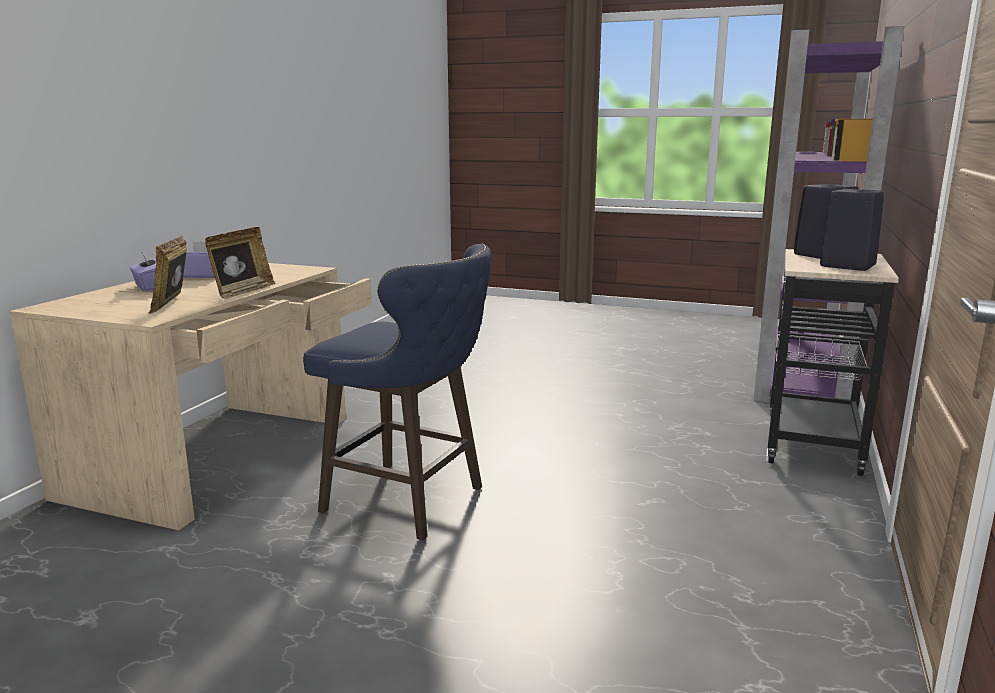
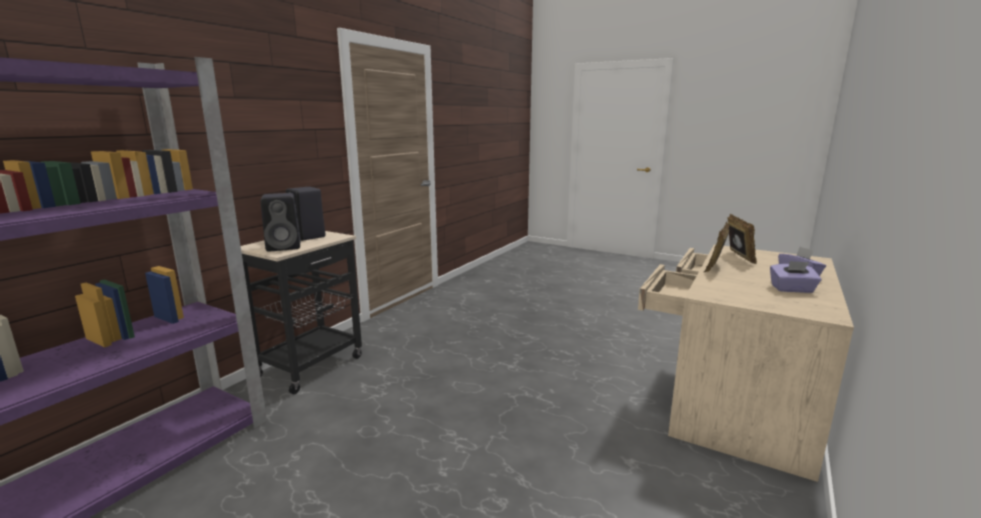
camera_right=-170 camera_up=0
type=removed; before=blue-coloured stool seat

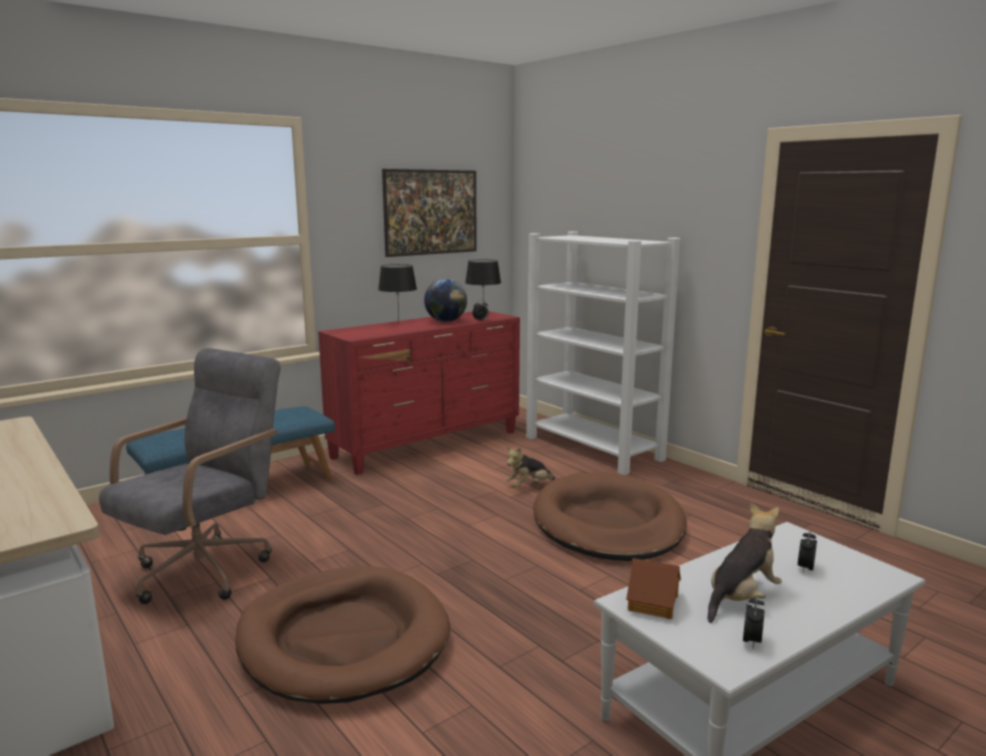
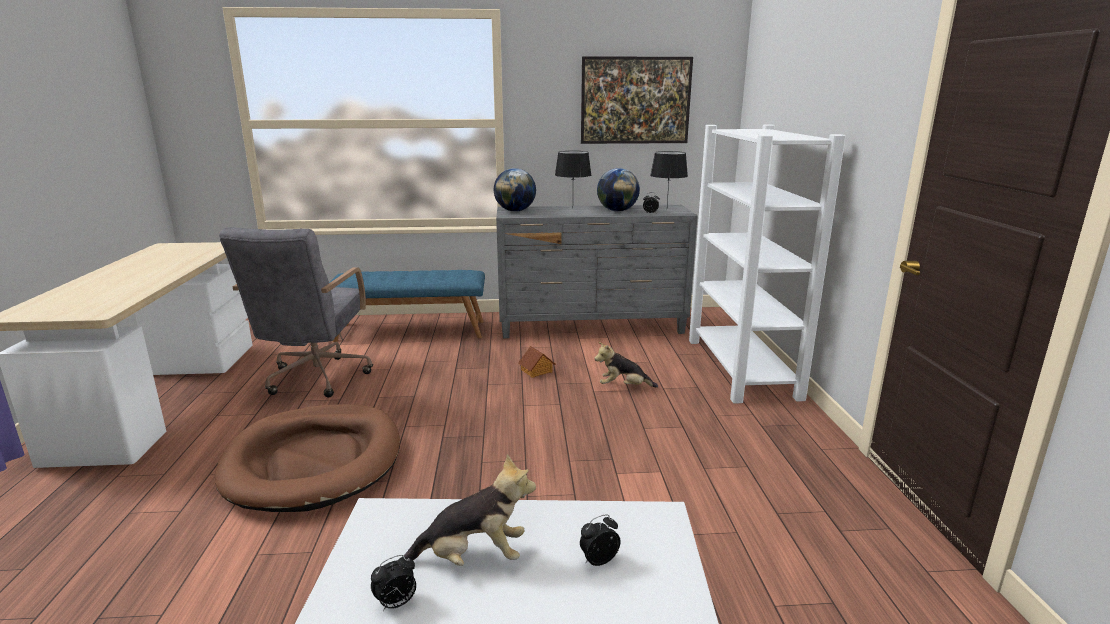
camera_right=35 camera_up=5
type=recoloured; before=red-coloured drawer chest; after=greyish drawer chest
type=turned; before=greyish desk chair; turn=120
type=removed; before=brown-coloured pet bed (2nd from left)
type=moved; before=toy house
type=added; after=desk globe (1st from left)

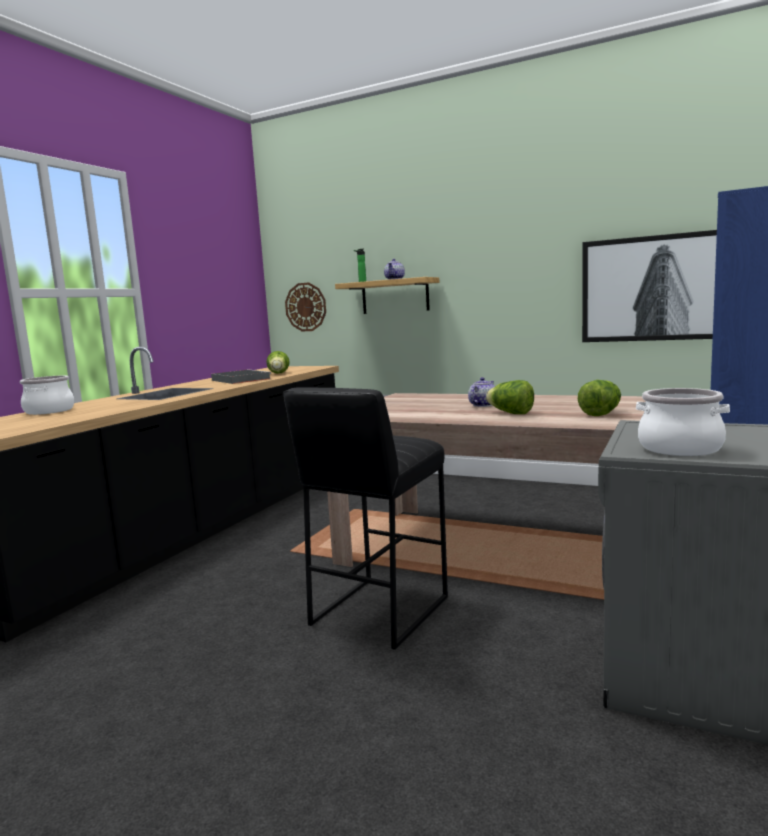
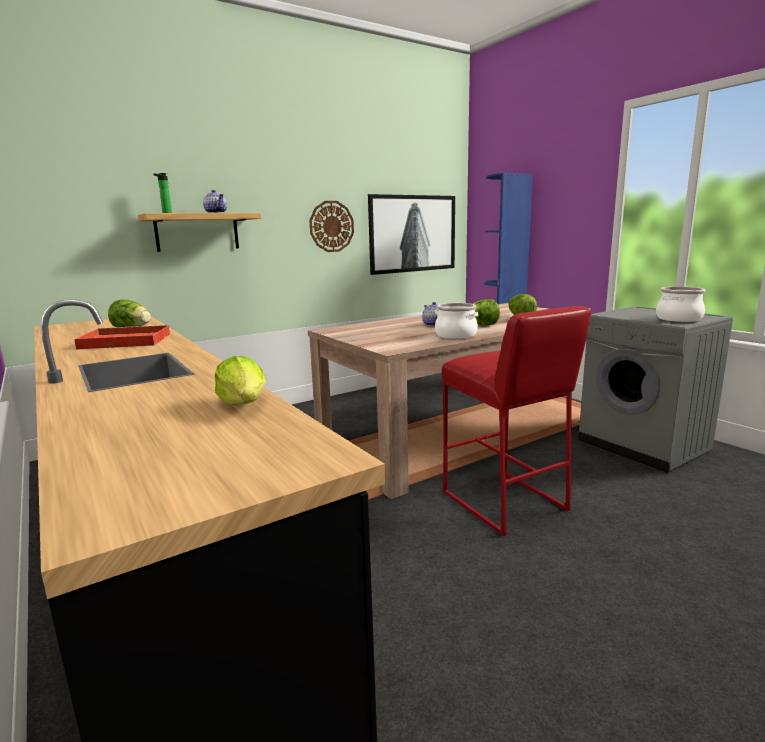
camera_right=-60 camera_up=5
type=moved; before=clock on the wall
type=recoloured; before=greyish tray; after=red-coloured tray
type=moved; before=saucepot (1st from left)
type=recoloured; before=black-coloured stool seat; after=red-coloured stool seat
type=added; after=head of lettuce (2nd from left)

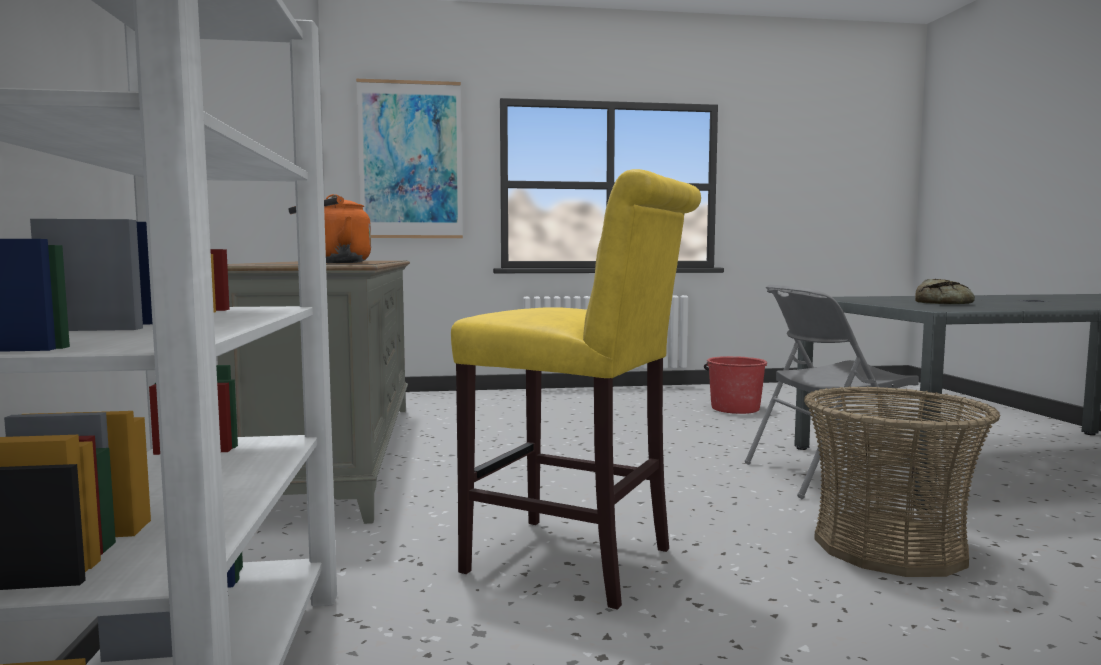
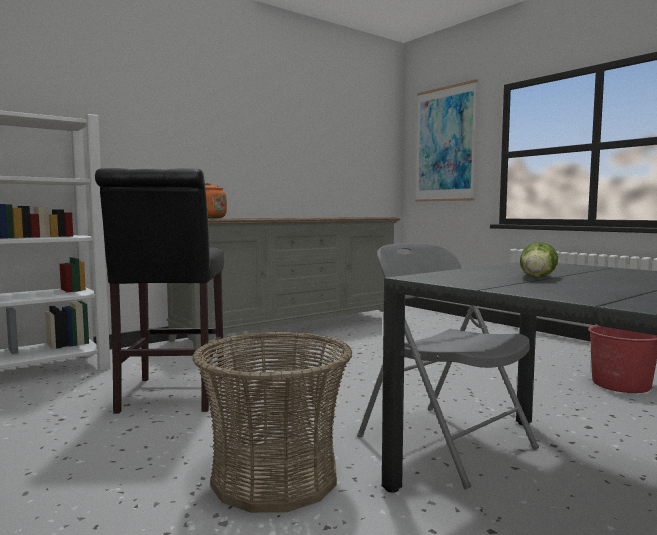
camera_right=60 camera_up=0
type=recoloured; before=yellowish stool seat; after=black-coloured stool seat
type=replaced; before=bakery bread; after=head of lettuce

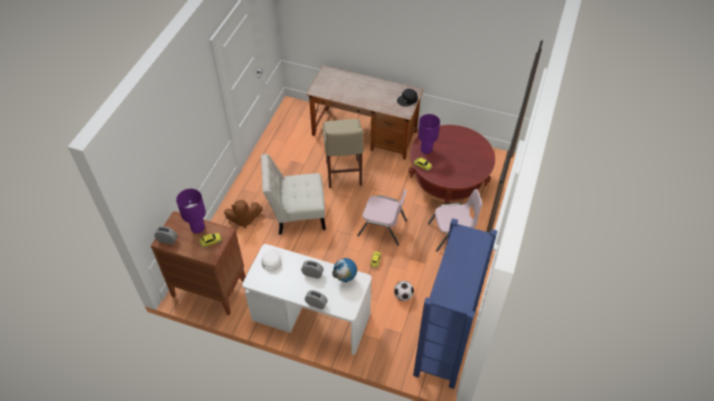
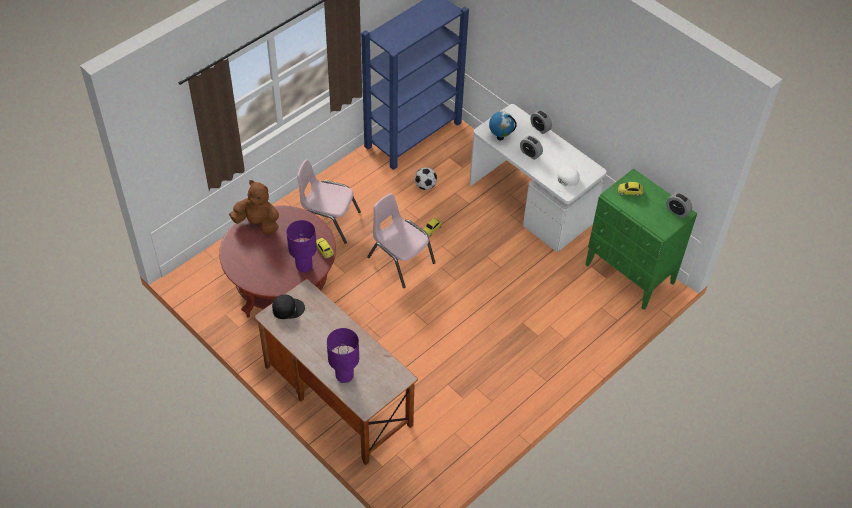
camera_right=-155 camera_up=0
type=removed; before=beige stool seat
type=removed; before=white-coloured upright chair
type=moved; before=purple-coloured tabletop lamp (1st from left in the first image); after=purple-coloured tabletop lamp (2nd from left)
type=moved; before=brown-coloured plush toy
type=recoloured; before=brown-coloured drawer chest; after=greenish drawer chest

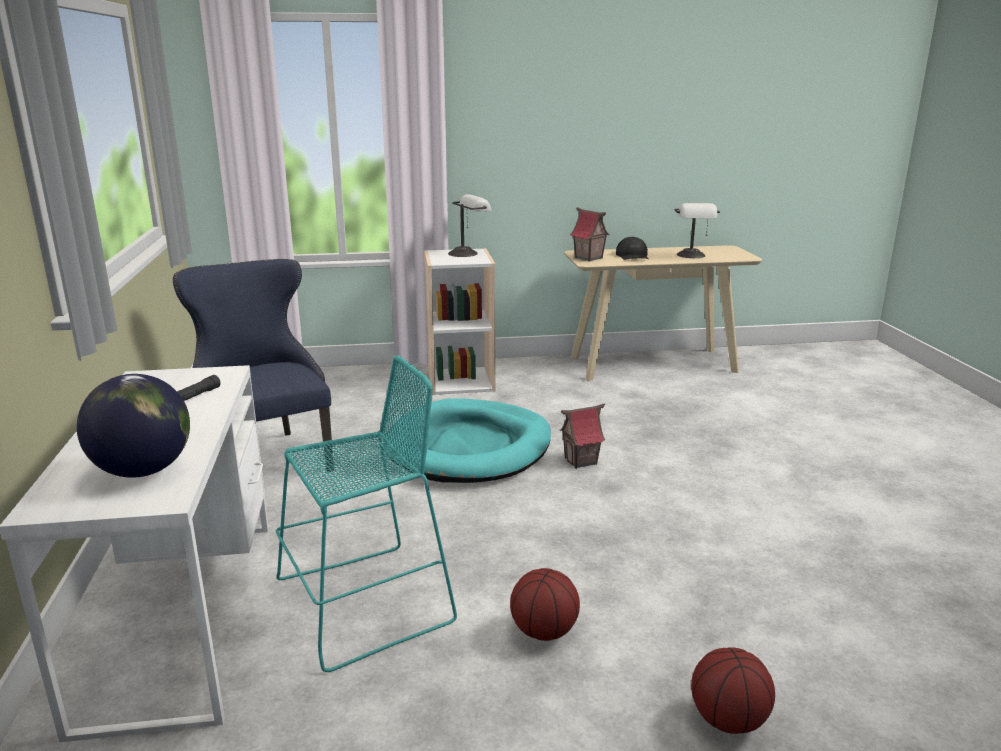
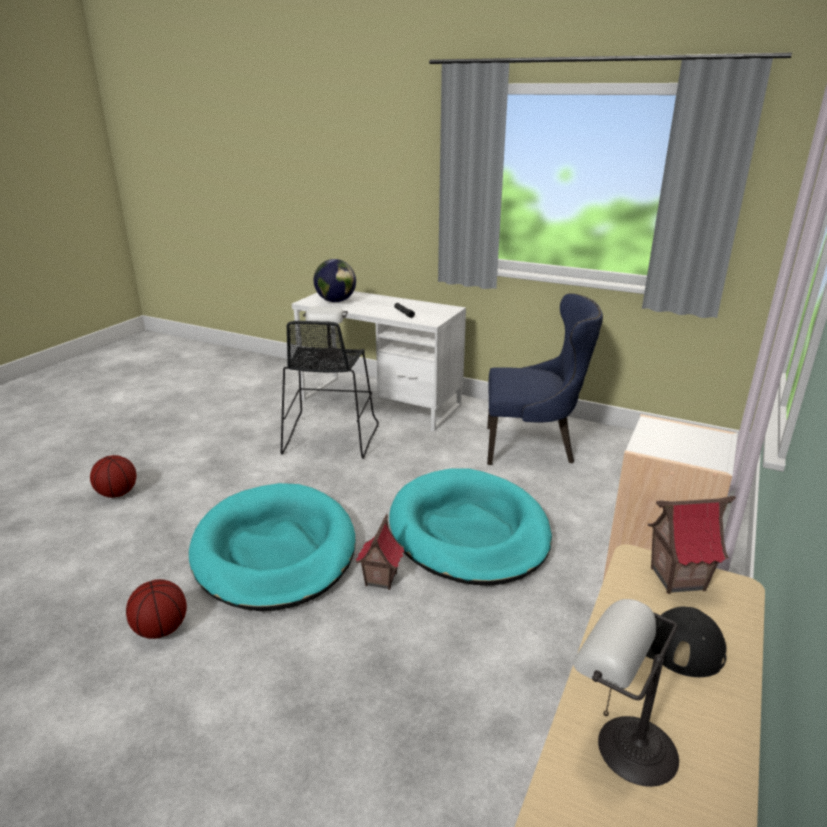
camera_right=125 camera_up=5
type=moved; before=tabletop lamp (1st from left)
type=recoloured; before=turquoise stool seat; after=black-coloured stool seat
type=moved; before=basketball (1st from left in the first image); after=basketball (2nd from left)
type=added; after=turquoise pet bed (1st from left)

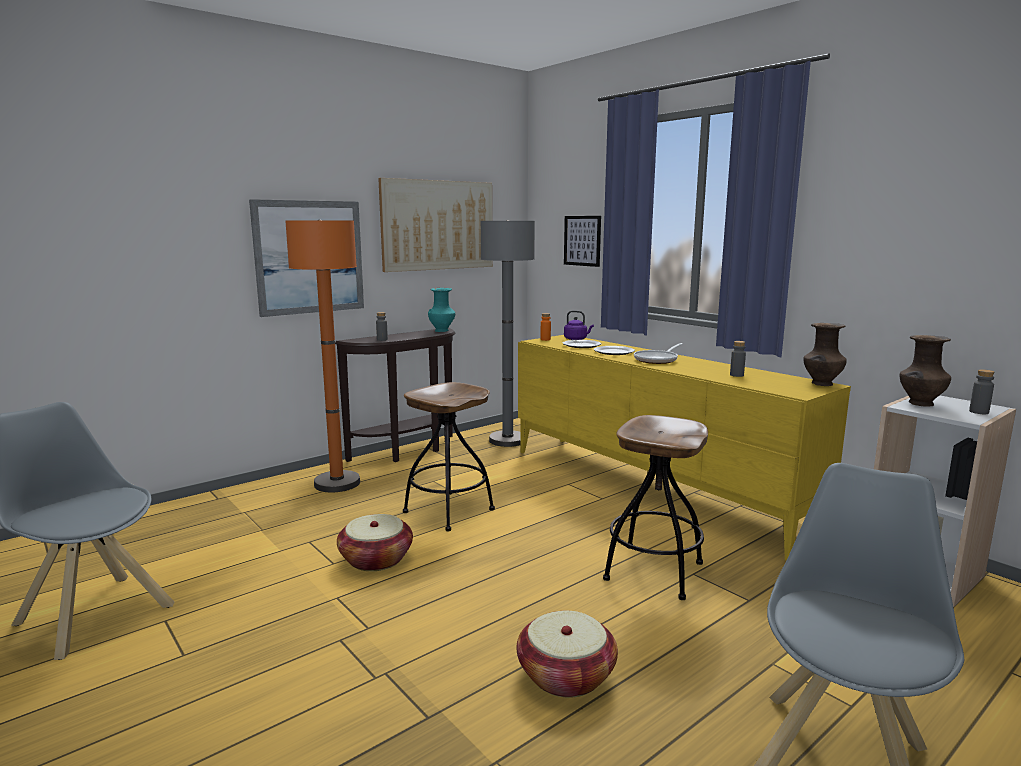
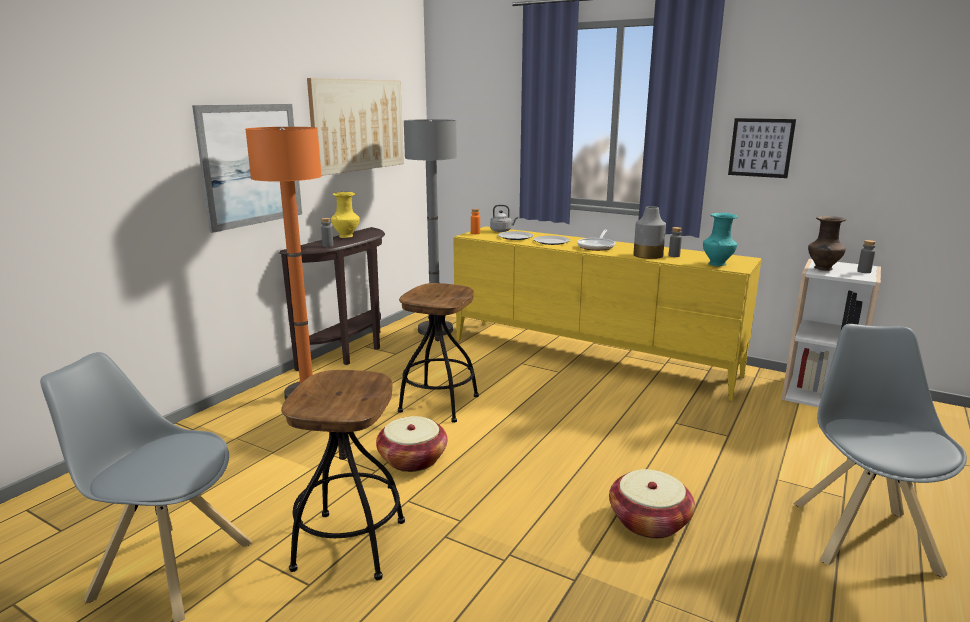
camera_right=-20 camera_up=5
type=moved; before=wall art (3rd from left)
type=moved; before=turquoise vase
type=recoloured; before=purple-coloured tea kettle; after=greyish tea kettle
type=removed; before=brown-coloured vase (1st from left)
type=moved; before=brown-coloured stool seat (2nd from left in the first image); after=brown-coloured stool seat (1st from left)
type=added; after=yellowish vase
type=added; after=greyish vase

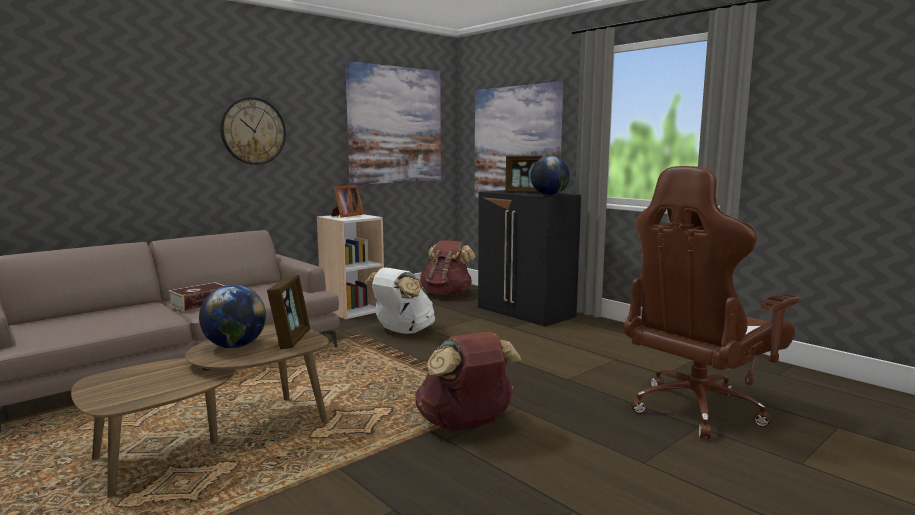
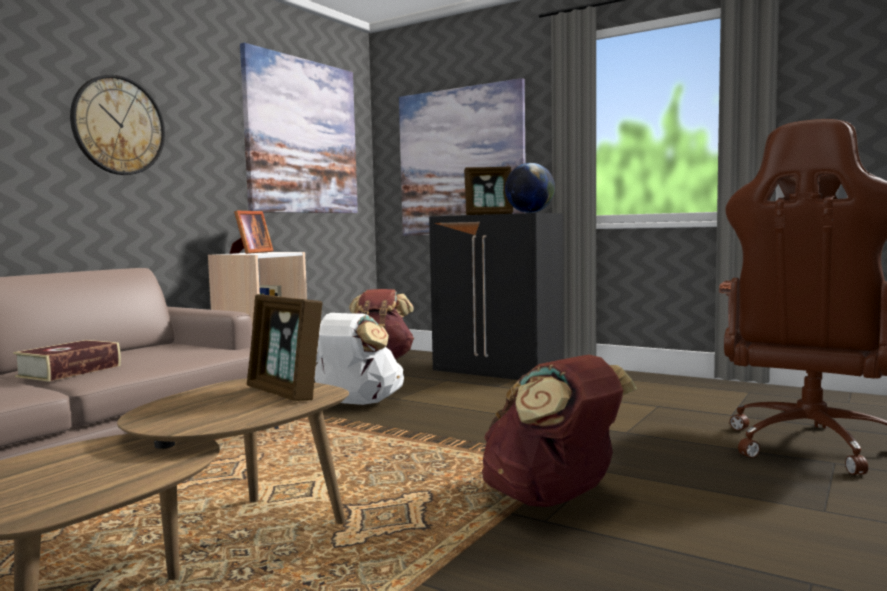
camera_right=-15 camera_up=-5
type=turned; before=picture frame (1st from left in the first image); turn=150
type=removed; before=desk globe (1st from left)

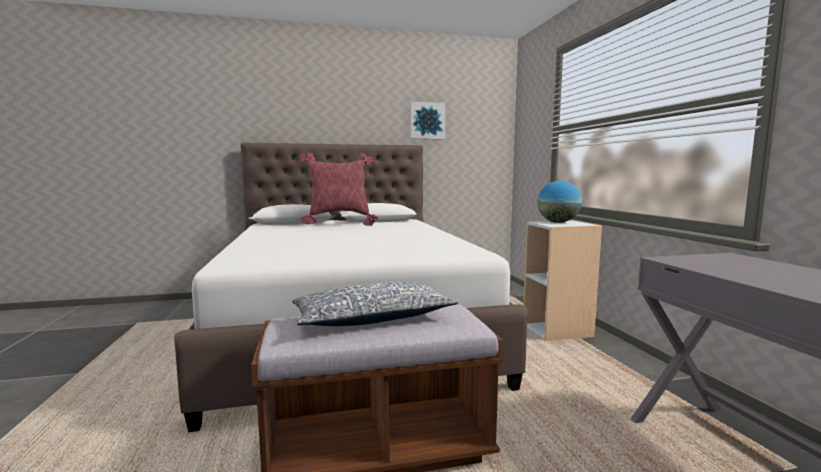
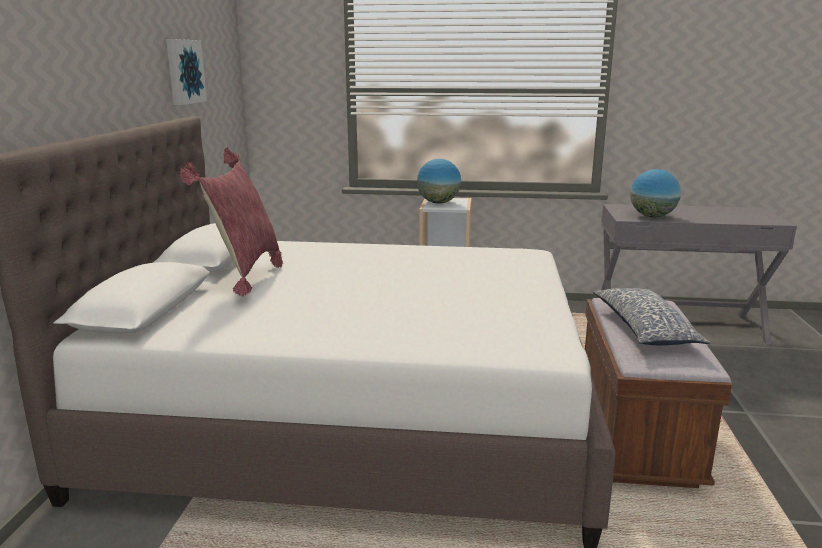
camera_right=-70 camera_up=10
type=added; after=desk globe (2nd from left)

